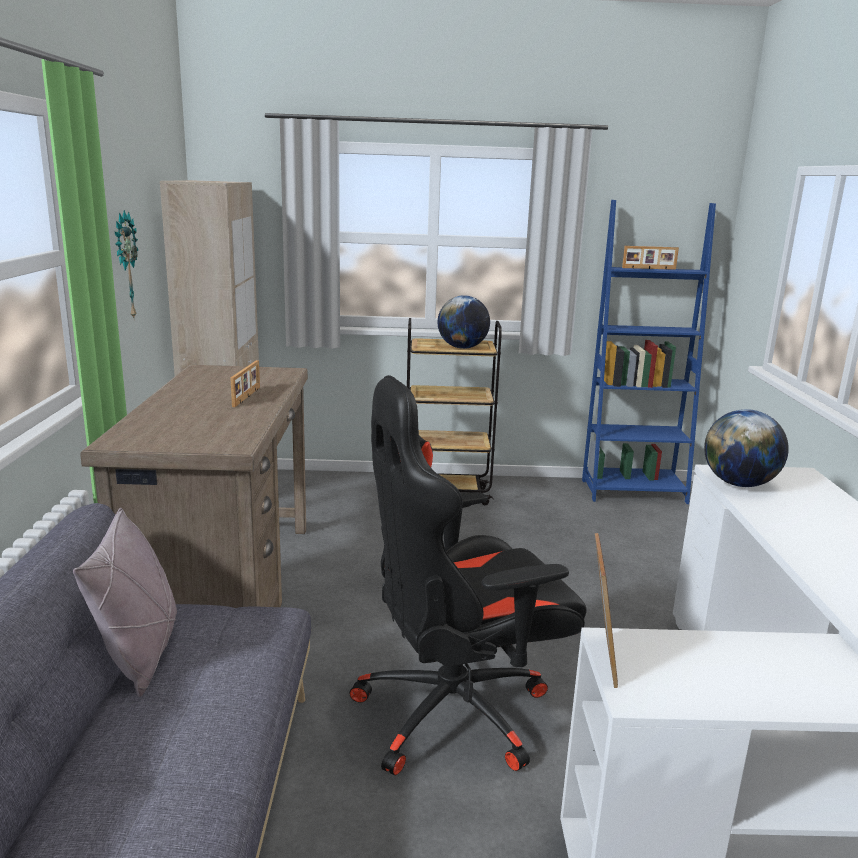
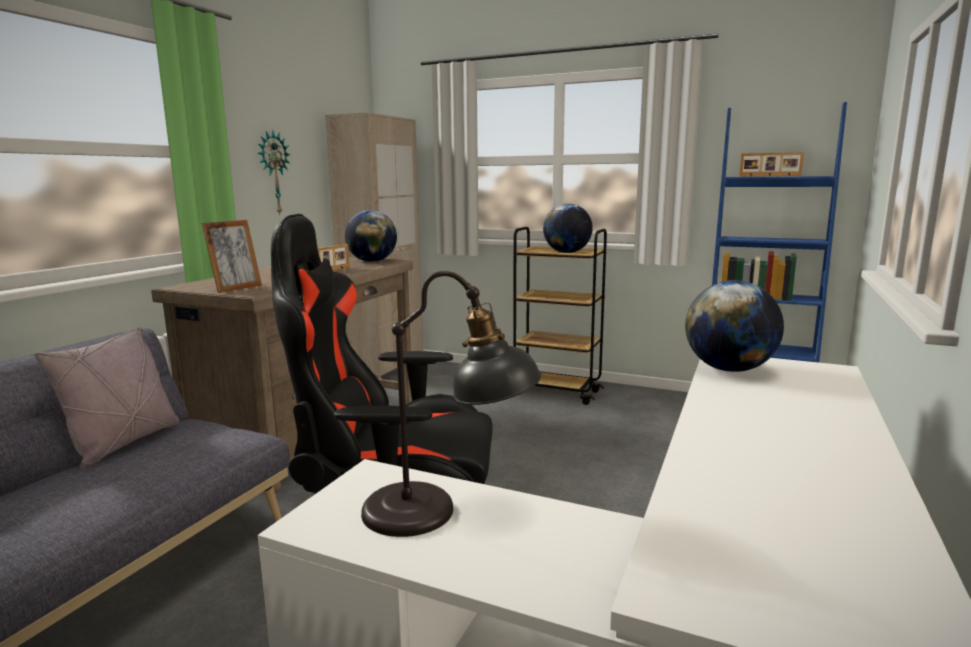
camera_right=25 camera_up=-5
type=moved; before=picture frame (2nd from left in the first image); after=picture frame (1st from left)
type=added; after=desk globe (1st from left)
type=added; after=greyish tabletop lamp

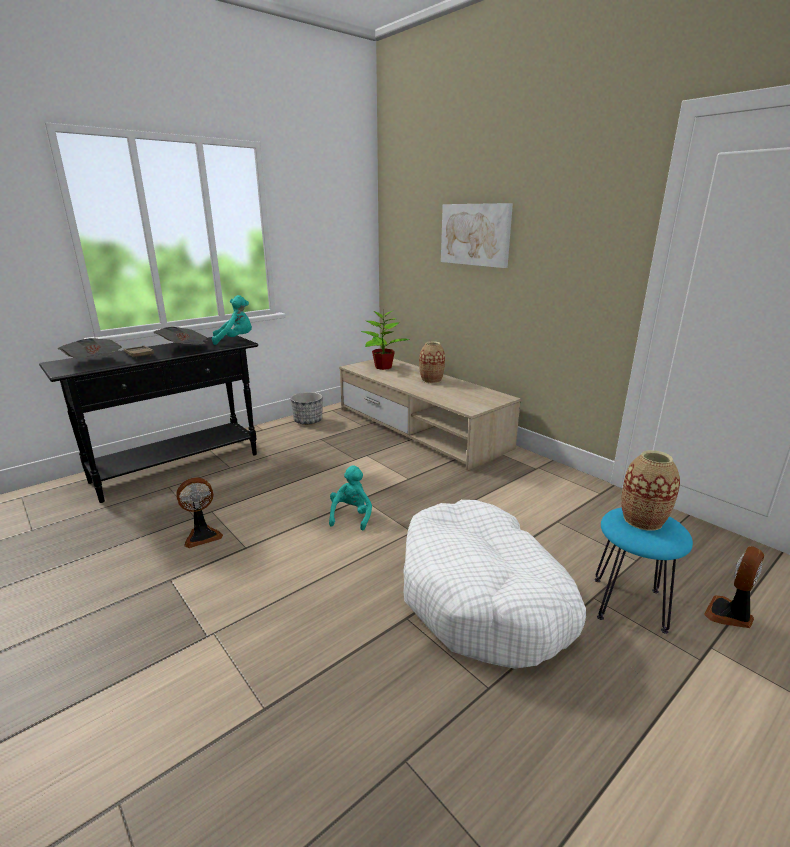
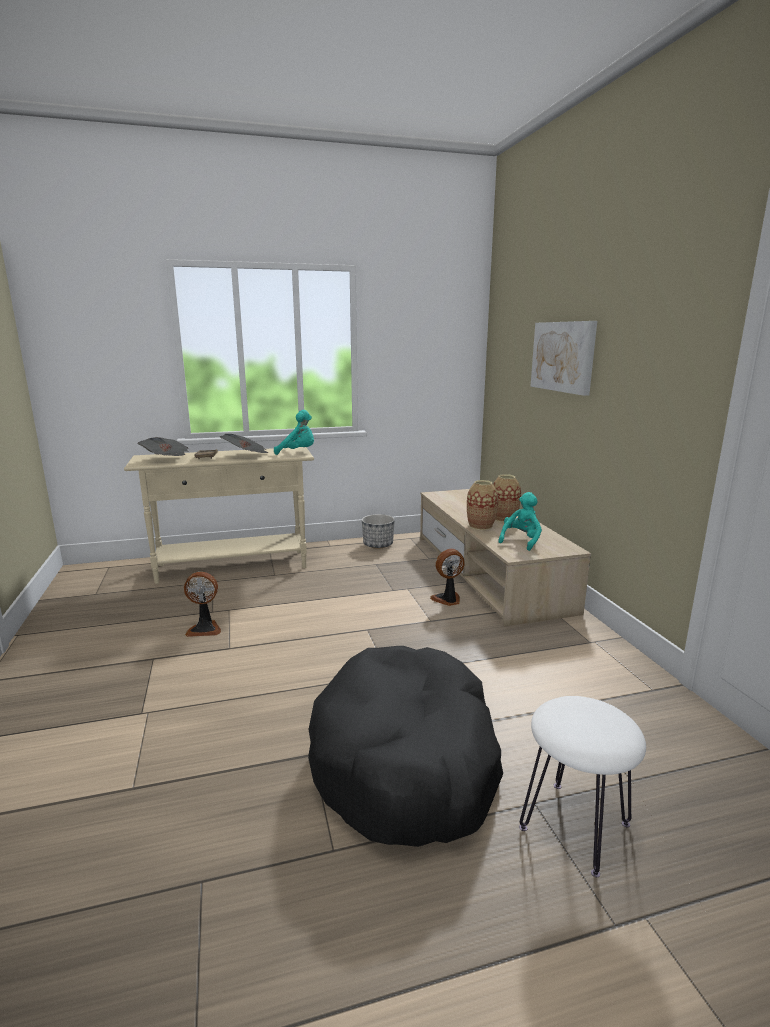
camera_right=25 camera_up=-5
type=removed; before=potted plant
type=recoloured; before=black-coloured narrow table; after=beige narrow table
type=moved; before=vase (2nd from left in the first image); after=vase (1st from left)
type=moved; before=turquoise plush toy (2nd from left)
type=recoloured; before=white-coloured pet bed; after=black-coloured pet bed
type=recoloured; before=turquoise stool seat; after=white-coloured stool seat
type=moved; before=fan (2nd from left)

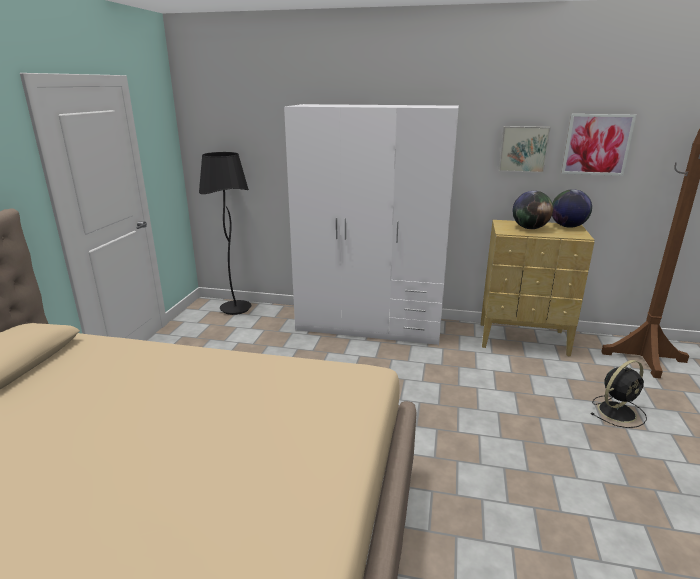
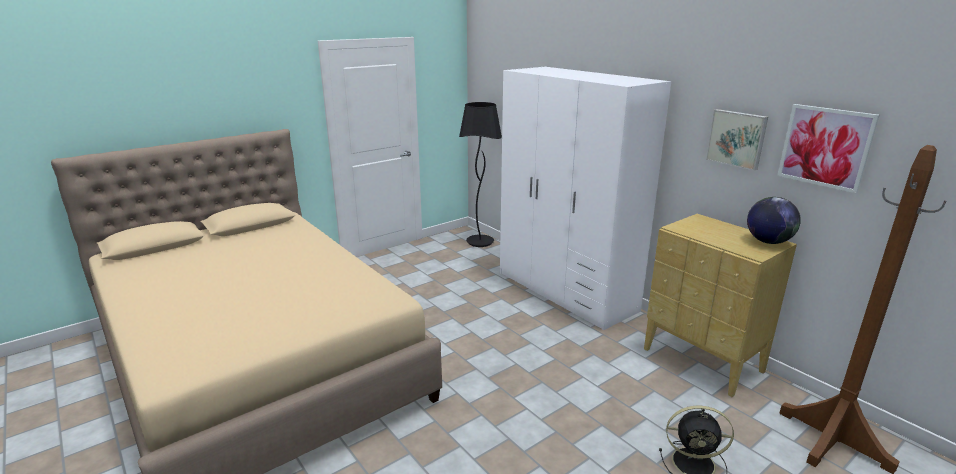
camera_right=40 camera_up=0
type=removed; before=desk globe (1st from left)

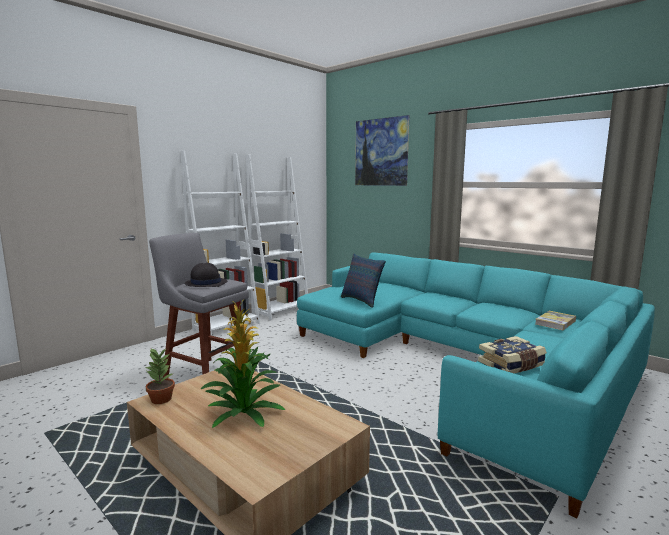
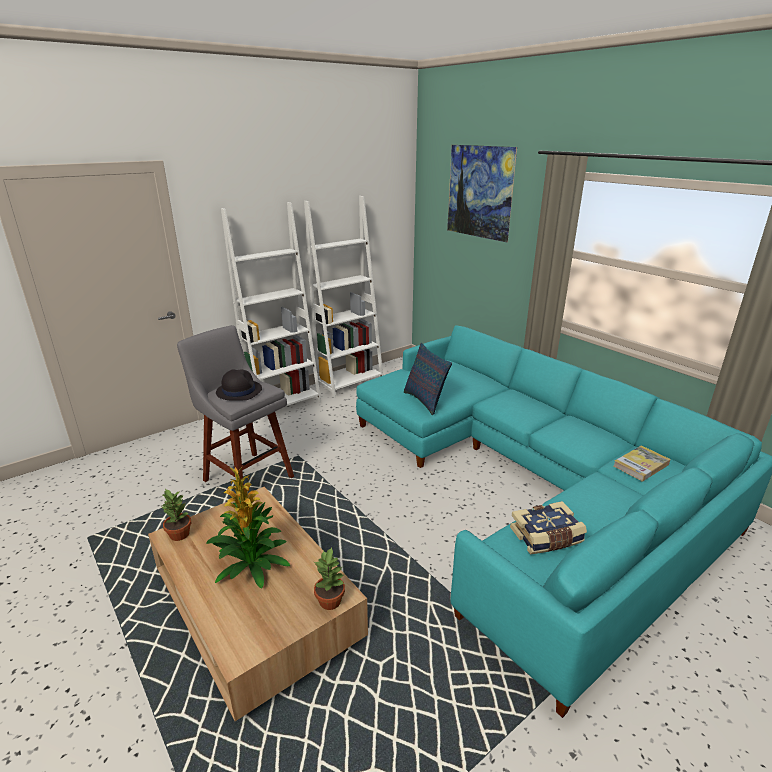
camera_right=10 camera_up=15
type=added; after=potted plant (3rd from left)

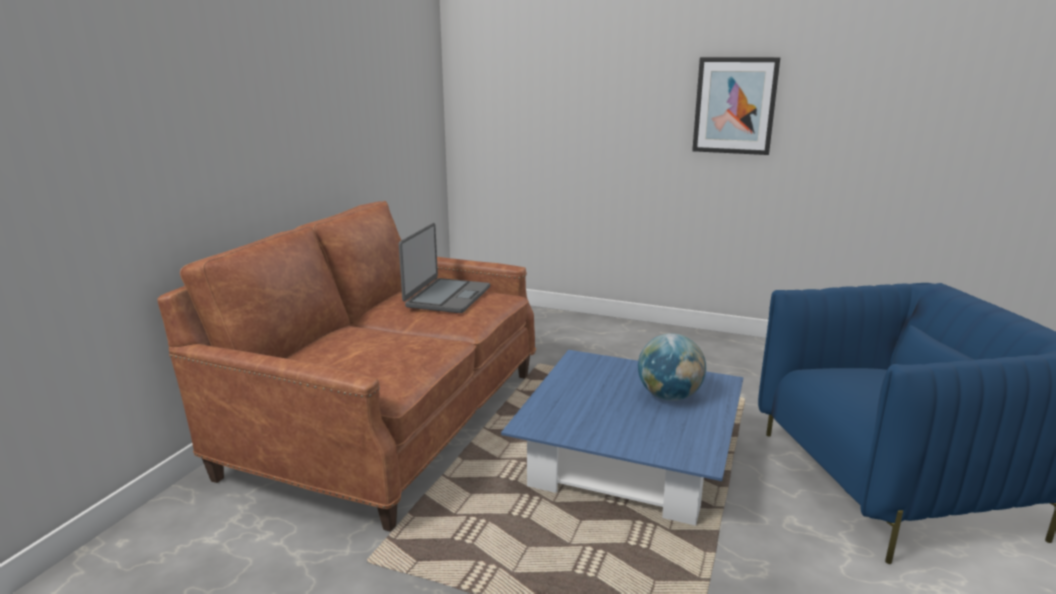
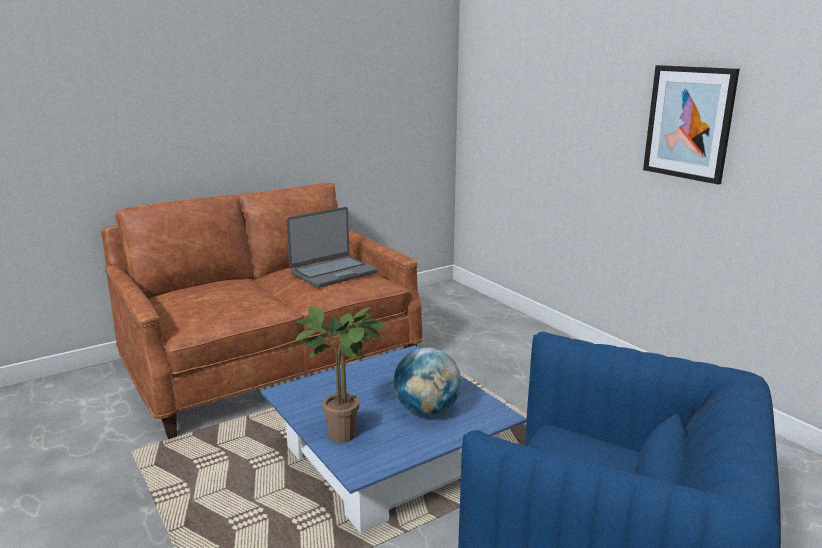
camera_right=35 camera_up=0
type=added; after=potted plant

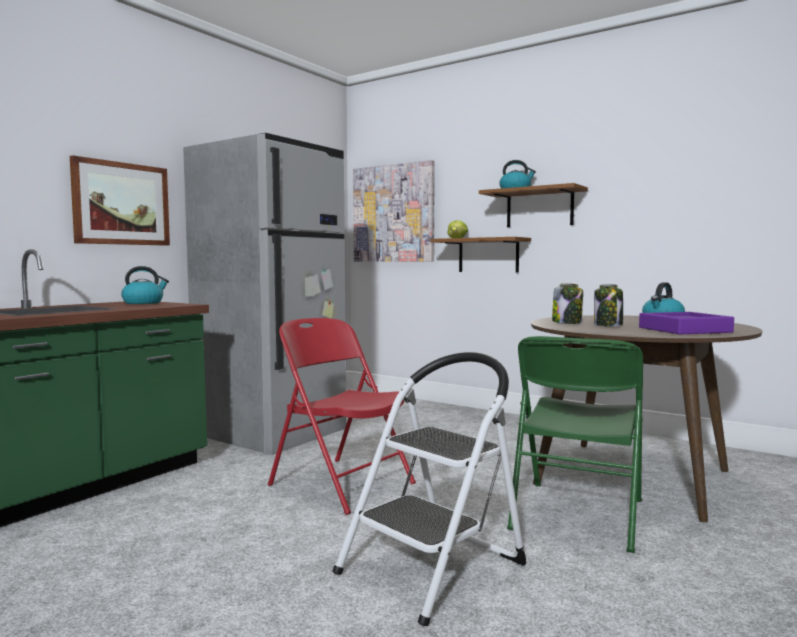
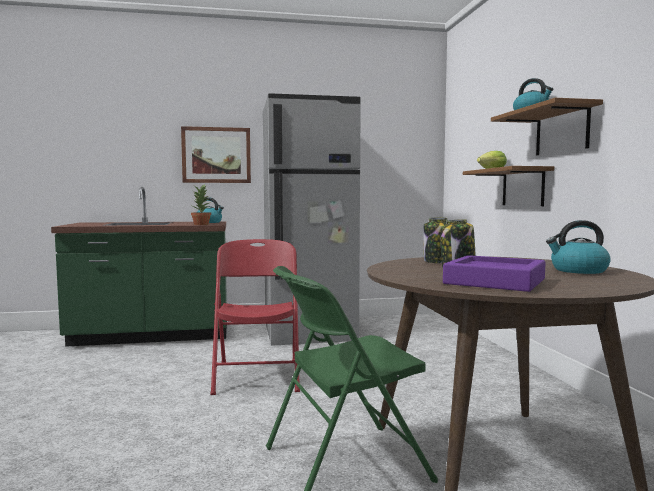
camera_right=45 camera_up=0
type=removed; before=wall art (2nd from left)
type=removed; before=stepladder
type=added; after=potted plant

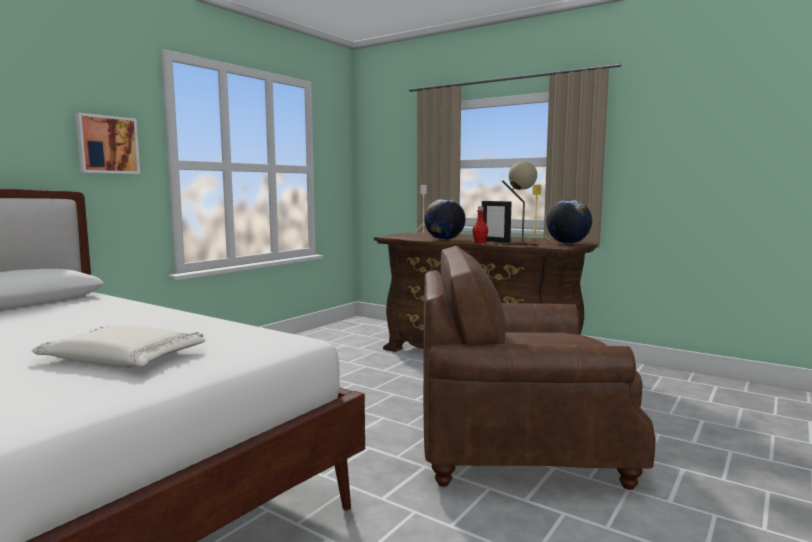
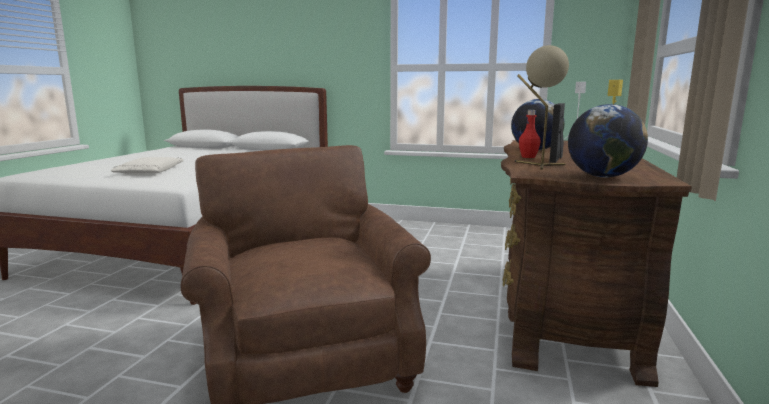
camera_right=70 camera_up=5
type=removed; before=wall art

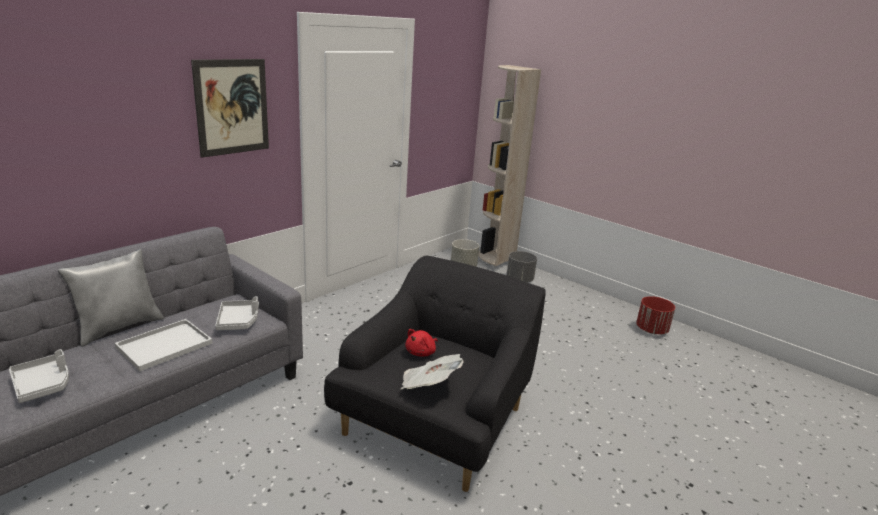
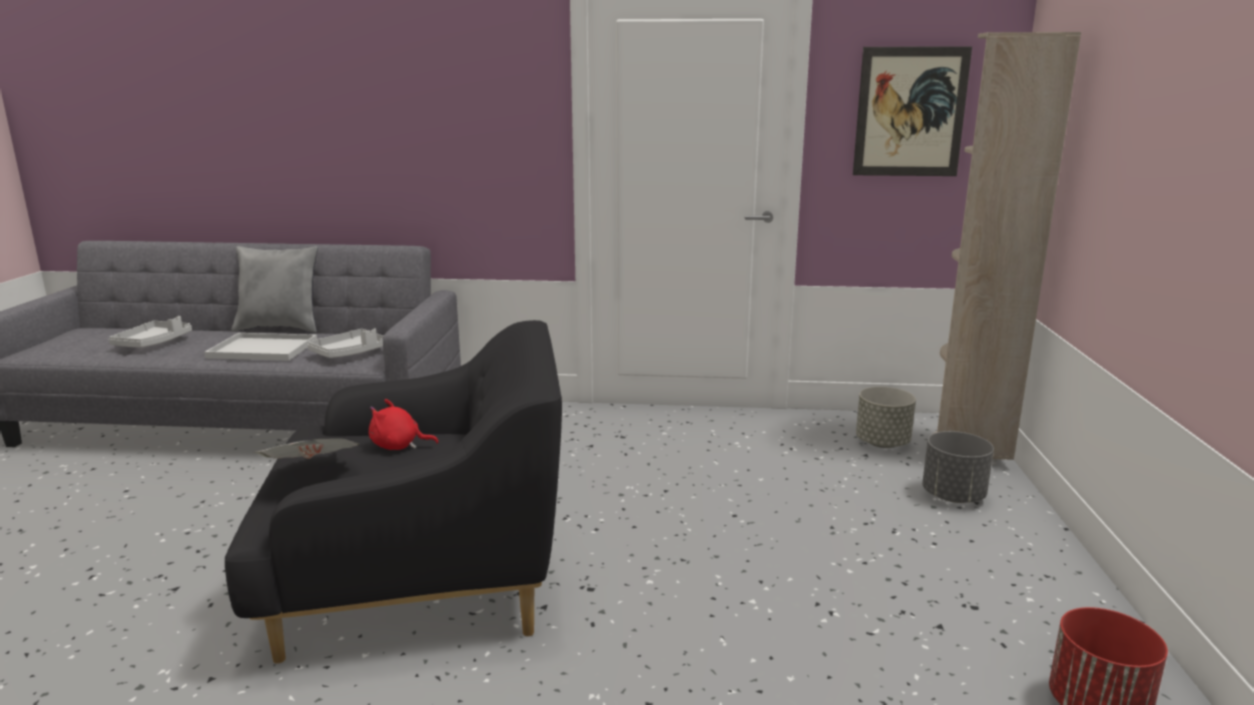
camera_right=55 camera_up=-5
type=moved; before=wall art

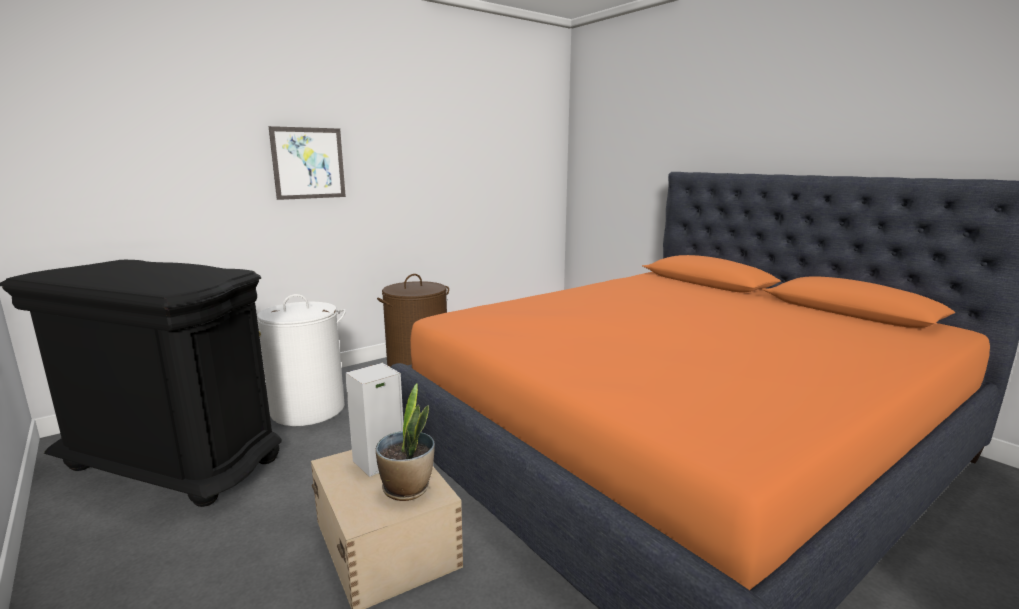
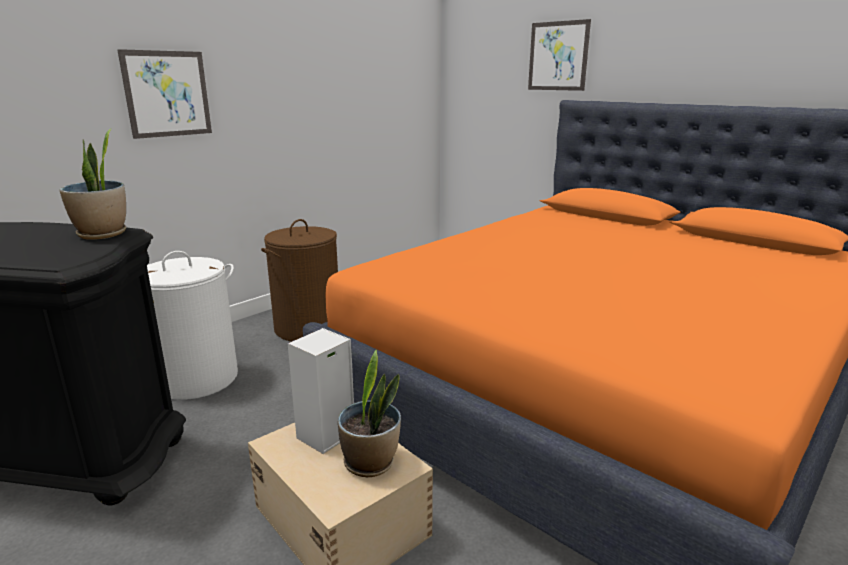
camera_right=-10 camera_up=5
type=added; after=wall art (2nd from left)
type=added; after=potted plant (1st from left)

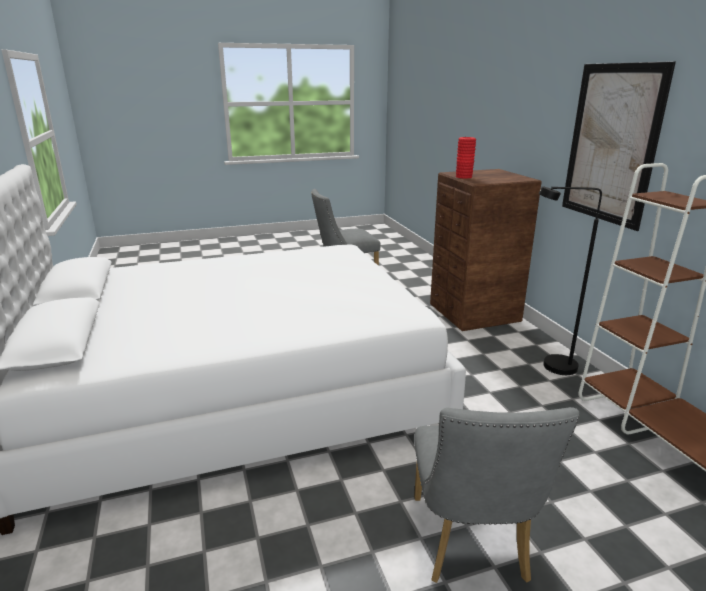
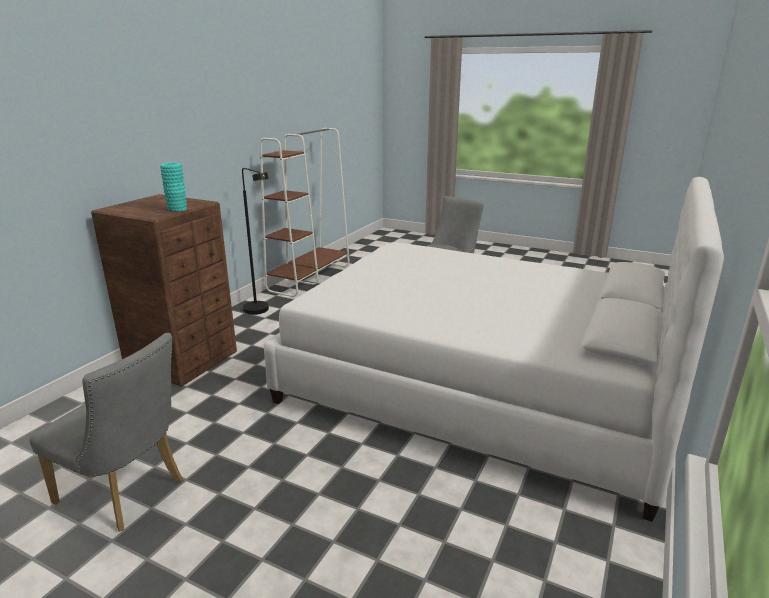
camera_right=-135 camera_up=0
type=removed; before=wall art
type=recoloured; before=red-coloured vase; after=turquoise vase

